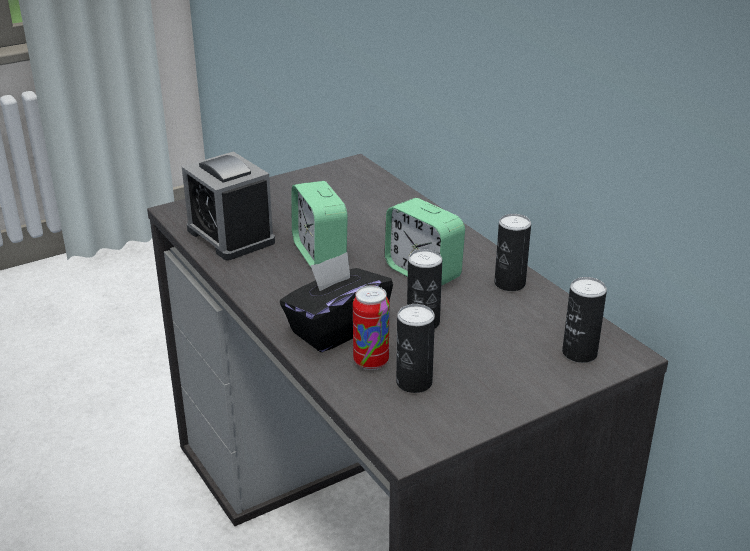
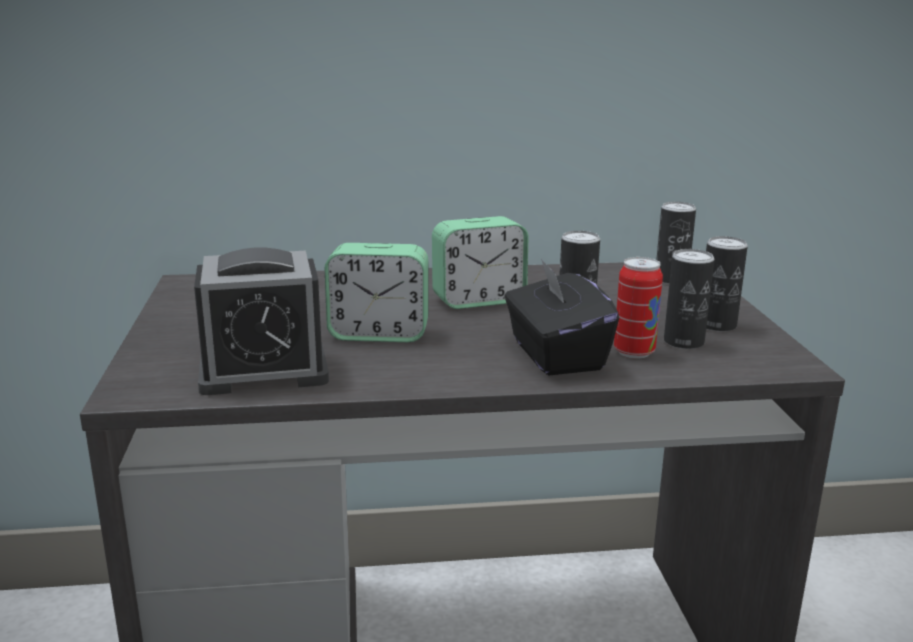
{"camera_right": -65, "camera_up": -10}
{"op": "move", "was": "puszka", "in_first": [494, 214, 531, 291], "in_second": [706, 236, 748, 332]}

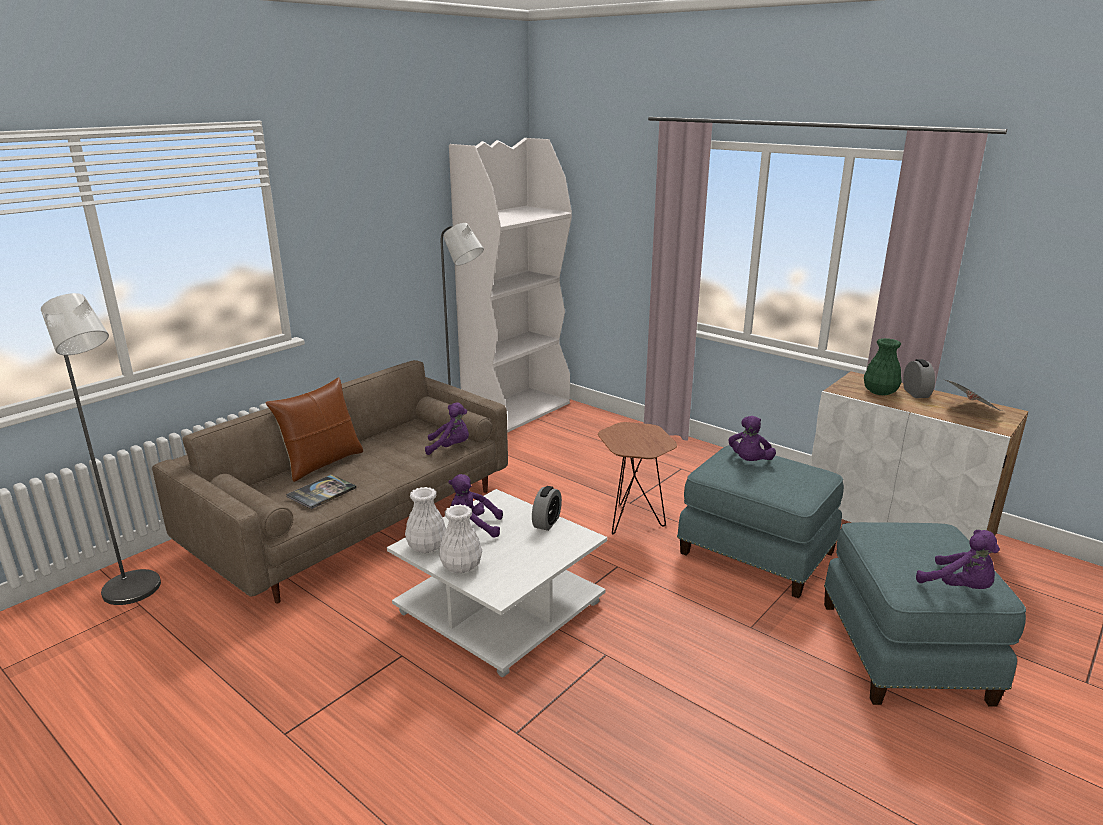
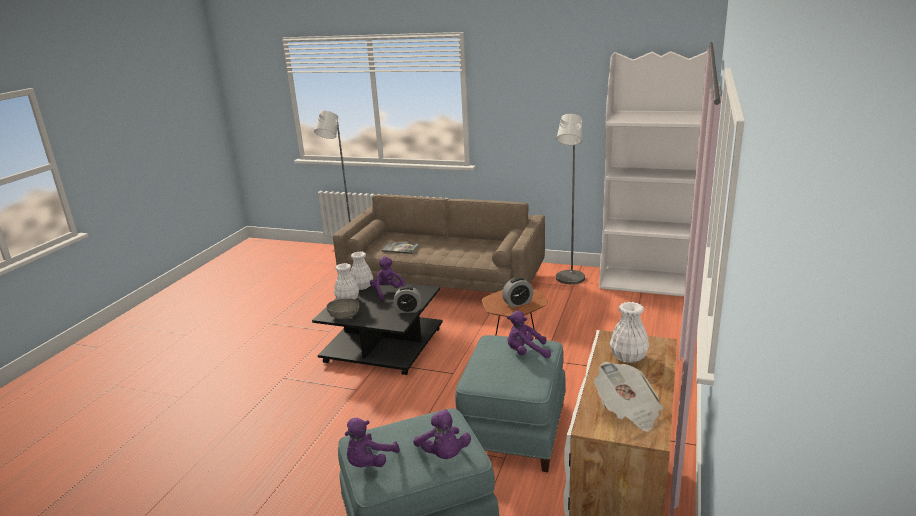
{"camera_right": 70, "camera_up": 0}
{"op": "delete", "was": "poduszka (brązowy)", "in_first": [265, 377, 363, 482]}
{"op": "recolor", "was": "ława (biały)", "now": "ława (czarny)", "in_first": [387, 489, 607, 677], "in_second": [312, 280, 443, 375]}
{"op": "move", "was": "pluszak (fioletowy)", "in_first": [425, 402, 469, 455], "in_second": [413, 410, 471, 459]}
{"op": "recolor", "was": "wazon (zielony)", "now": "wazon (biały)", "in_first": [864, 338, 902, 395], "in_second": [610, 302, 649, 363]}
{"op": "move", "was": "budzik", "in_first": [903, 359, 935, 398], "in_second": [502, 277, 533, 308]}
{"op": "insert", "now": "miska (szary)", "in_second": [326, 298, 359, 319]}

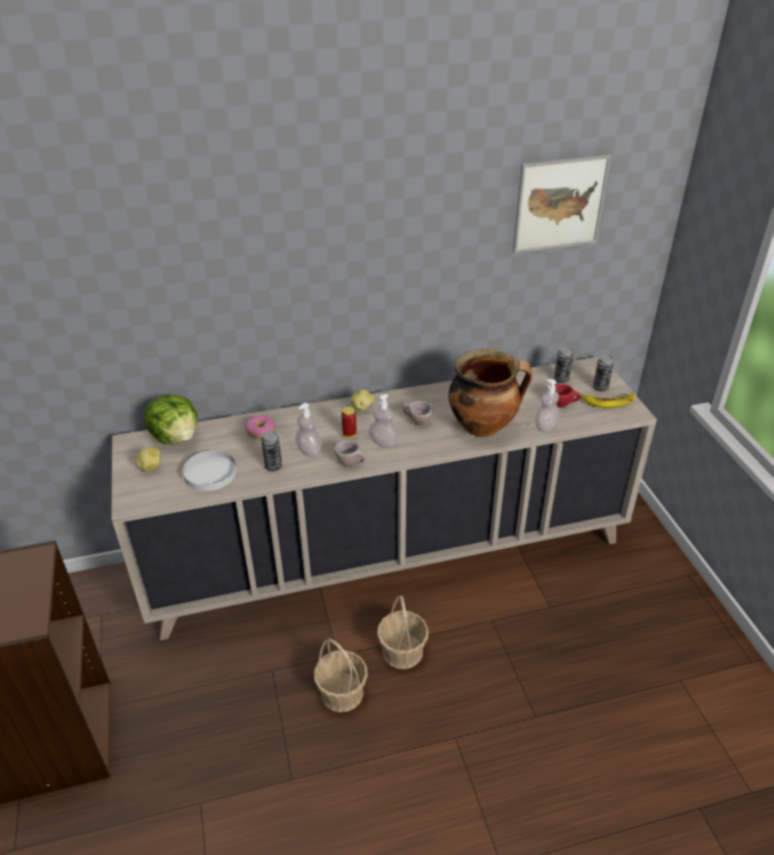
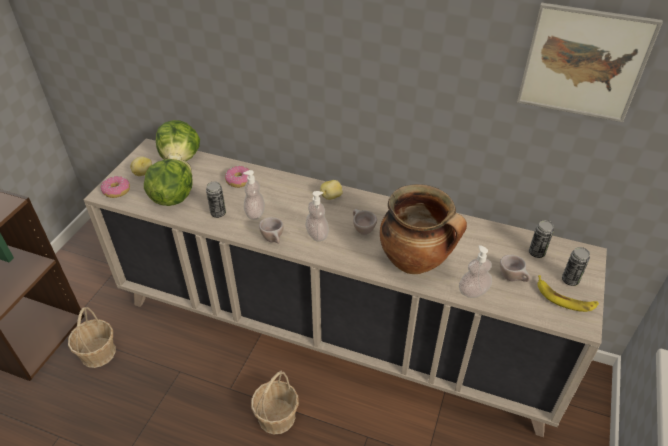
{"camera_right": 35, "camera_up": 5}
{"op": "replace", "was": "talerz (biały)", "now": "sałata", "in_first": [183, 450, 237, 491], "in_second": [144, 159, 192, 206]}
{"op": "move", "was": "koszyk", "in_first": [314, 639, 368, 712], "in_second": [68, 307, 116, 368]}
{"op": "delete", "was": "puszka", "in_first": [342, 407, 357, 438]}
{"op": "recolor", "was": "filiżanka (czerwony)", "now": "filiżanka (beżowy)", "in_first": [555, 384, 581, 407], "in_second": [500, 255, 530, 282]}
{"op": "insert", "now": "donut", "in_second": [101, 176, 130, 198]}

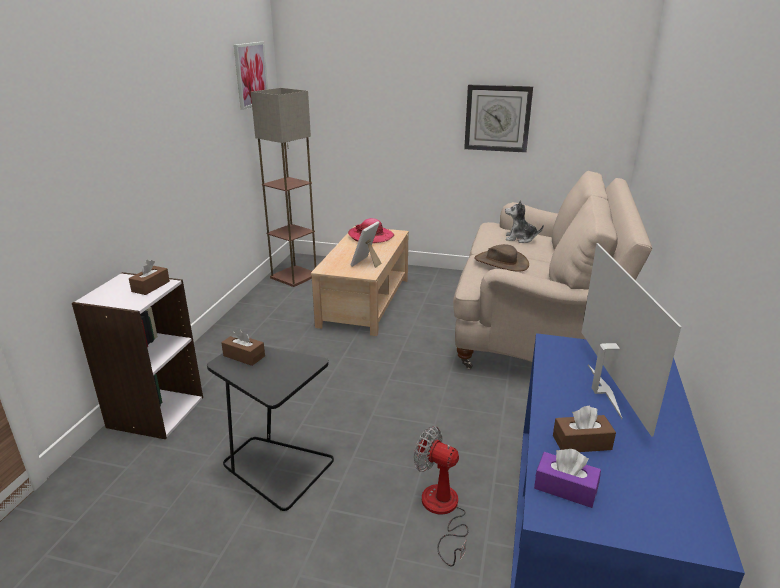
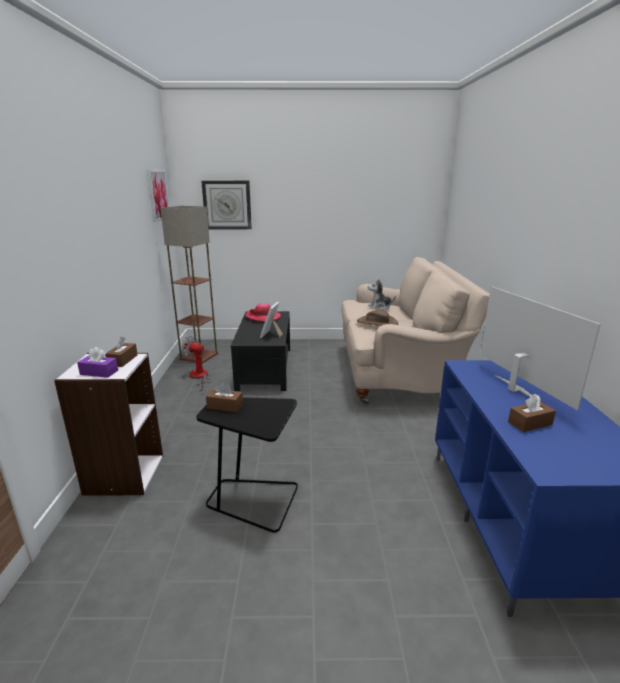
{"camera_right": -15, "camera_up": -5}
{"op": "recolor", "was": "ława (beżowy)", "now": "ława (czarny)", "in_first": [311, 226, 409, 336], "in_second": [231, 311, 290, 391]}
{"op": "move", "was": "wentylator", "in_first": [414, 426, 469, 567], "in_second": [182, 336, 211, 391]}
{"op": "move", "was": "zegar ścienny", "in_first": [464, 85, 533, 153], "in_second": [201, 181, 252, 229]}
{"op": "move", "was": "pudełko chusteczek (fioletowy)", "in_first": [534, 449, 601, 508], "in_second": [77, 347, 118, 378]}

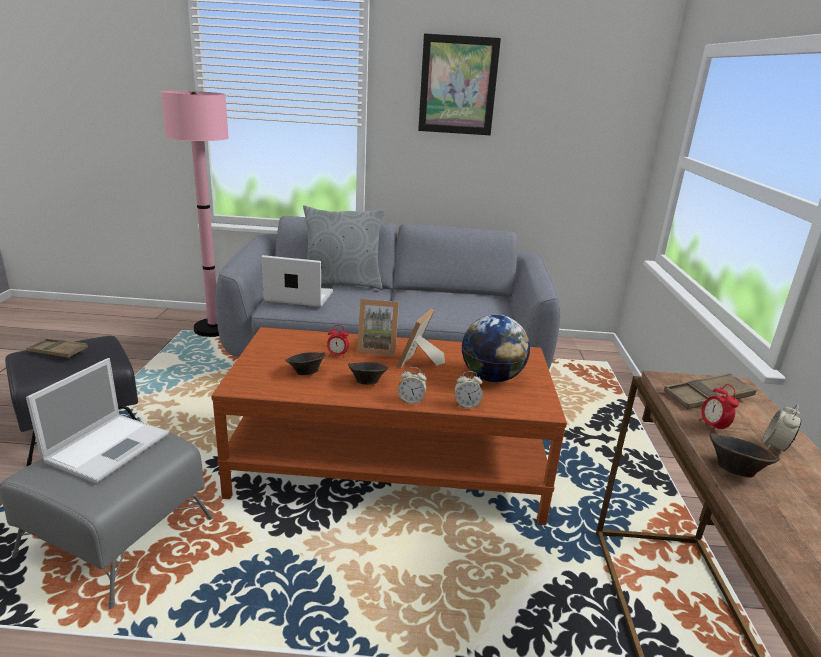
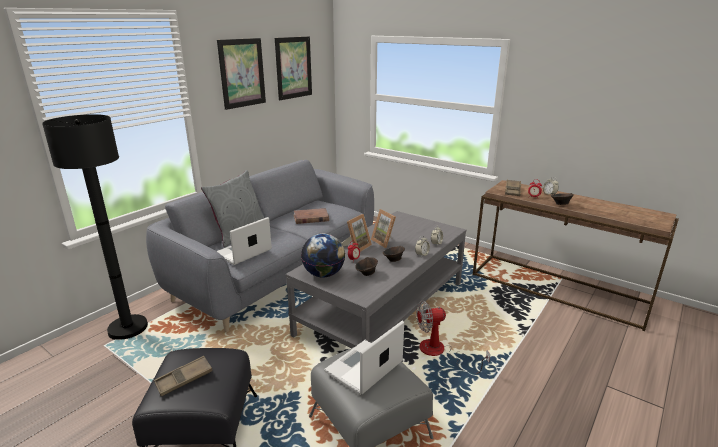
{"camera_right": -55, "camera_up": 0}
{"op": "rotate", "was": "laptop", "in_first": [26, 358, 169, 483], "in_second": [324, 321, 404, 395], "clockwise": -105}
{"op": "recolor", "was": "lampa stojąca (różowy)", "now": "lampa stojąca (czarny)", "in_first": [161, 91, 229, 337], "in_second": [42, 114, 148, 340]}
{"op": "recolor", "was": "ława (brązowy)", "now": "ława (szary)", "in_first": [211, 327, 567, 525], "in_second": [286, 211, 466, 348]}
{"op": "move", "was": "globus", "in_first": [462, 315, 530, 382], "in_second": [301, 234, 345, 277]}
{"op": "insert", "now": "obraz", "in_second": [275, 36, 312, 100]}
{"op": "insert", "now": "książka (brązowy)", "in_second": [294, 208, 329, 224]}
{"op": "insert", "now": "wentylator", "in_second": [416, 300, 490, 374]}

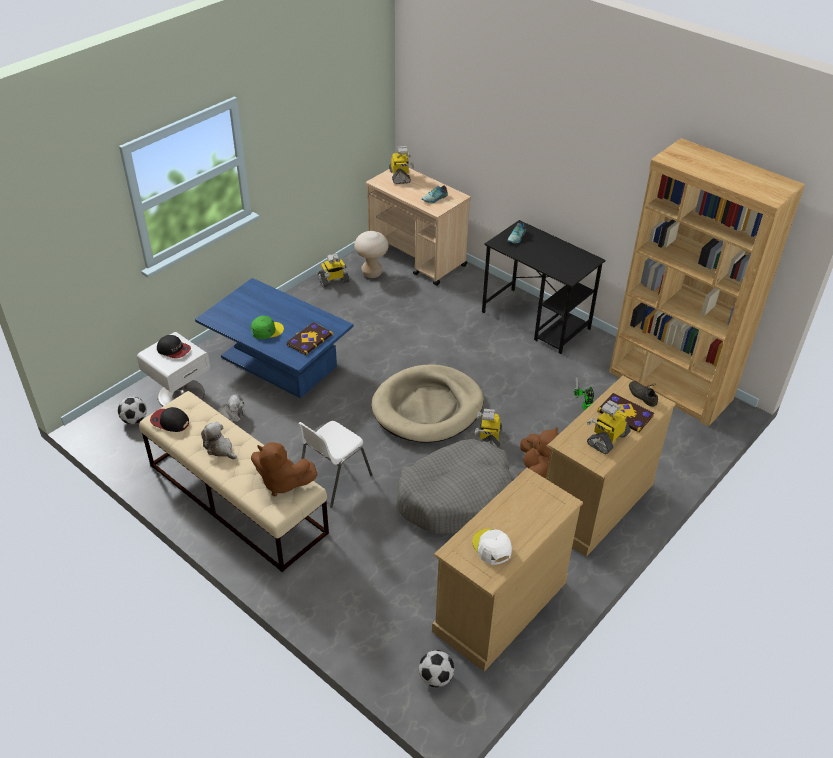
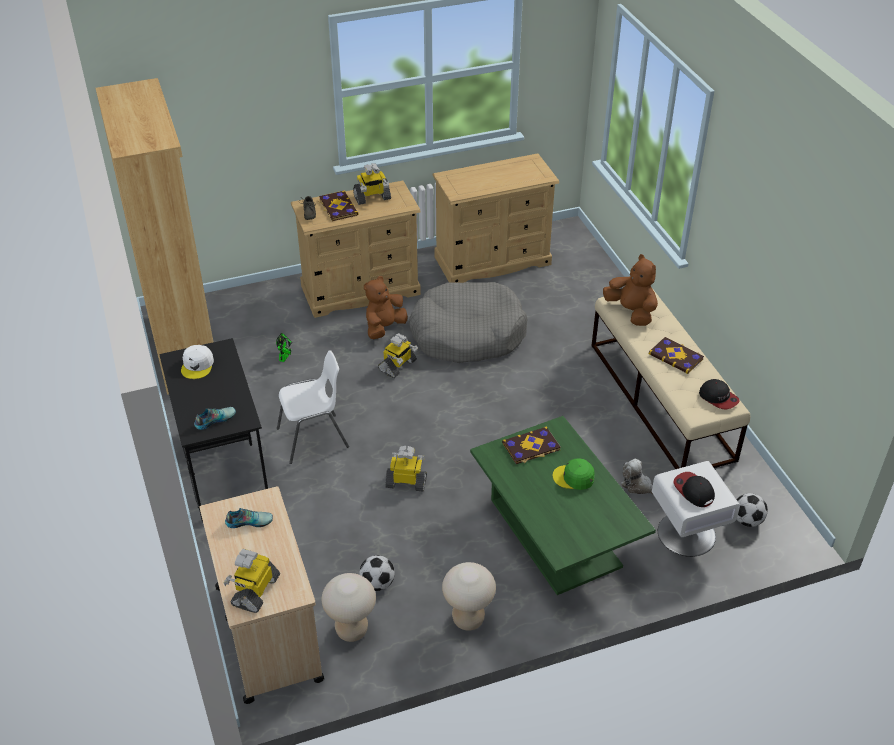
{"camera_right": -150, "camera_up": 0}
{"op": "recolor", "was": "ława (niebieski)", "now": "ława (zielony)", "in_first": [195, 278, 354, 398], "in_second": [470, 416, 656, 595]}
{"op": "replace", "was": "pluszak", "now": "książka", "in_first": [201, 421, 237, 460], "in_second": [649, 337, 704, 374]}
{"op": "move", "was": "krzesło (biały)", "in_first": [298, 421, 373, 508], "in_second": [277, 351, 349, 464]}
{"op": "move", "was": "robot zabawkowy", "in_first": [318, 253, 350, 288], "in_second": [385, 446, 427, 491]}
{"op": "delete", "was": "legowisko (beżowy)", "in_first": [371, 364, 484, 443]}
{"op": "move", "was": "piłka futbolowa", "in_first": [419, 650, 454, 687], "in_second": [359, 555, 395, 591]}
{"op": "move", "was": "czapka z daszkiem (biały)", "in_first": [472, 529, 512, 565], "in_second": [181, 345, 214, 379]}
{"op": "insert", "now": "stołek (beżowy)", "in_second": [442, 562, 496, 631]}

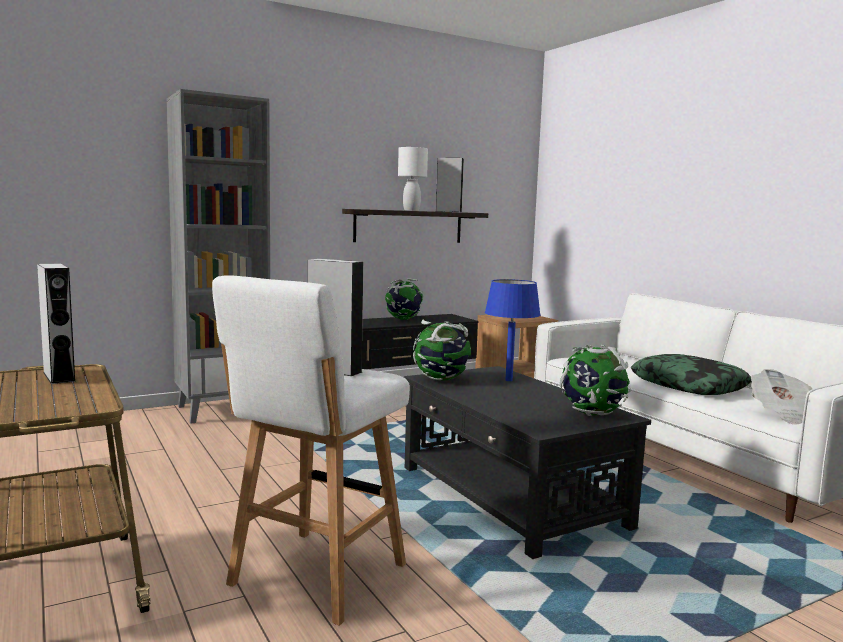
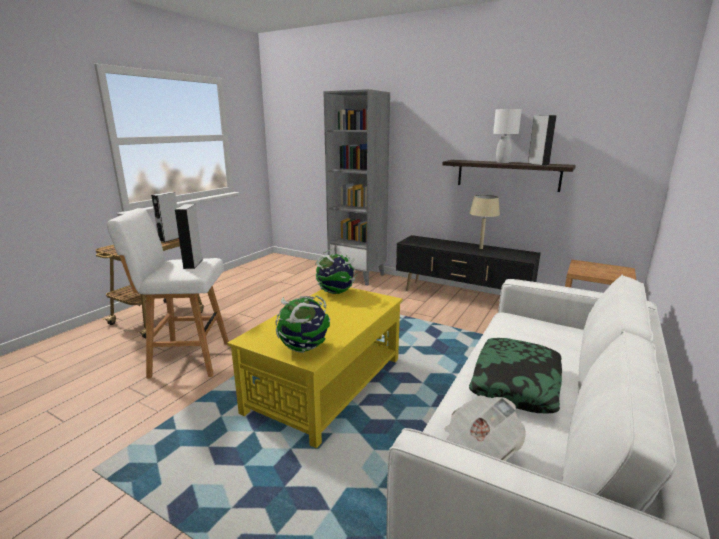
{"camera_right": 60, "camera_up": 10}
{"op": "replace", "was": "globus", "now": "lampa stołowa (beżowy)", "in_first": [385, 279, 424, 320], "in_second": [470, 195, 500, 249]}
{"op": "recolor", "was": "ława (czarny)", "now": "ława (żółty)", "in_first": [404, 366, 651, 559], "in_second": [227, 287, 403, 448]}
{"op": "delete", "was": "lampa stołowa (niebieski)", "in_first": [485, 279, 541, 381]}

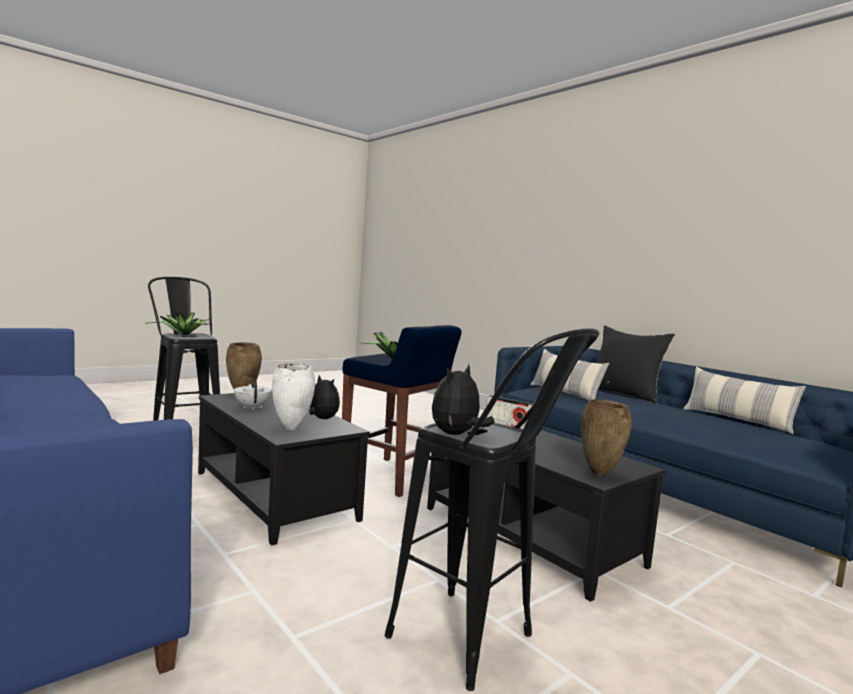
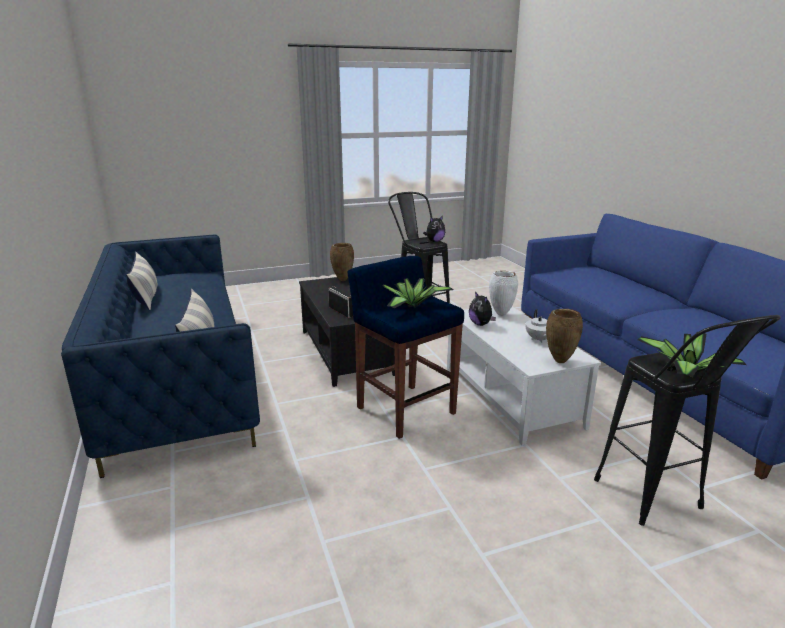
{"camera_right": -160, "camera_up": 15}
{"op": "recolor", "was": "ława (czarny)", "now": "ława (biały)", "in_first": [198, 390, 370, 546], "in_second": [447, 306, 601, 445]}
{"op": "delete", "was": "poduszka (czarny)", "in_first": [596, 326, 675, 404]}

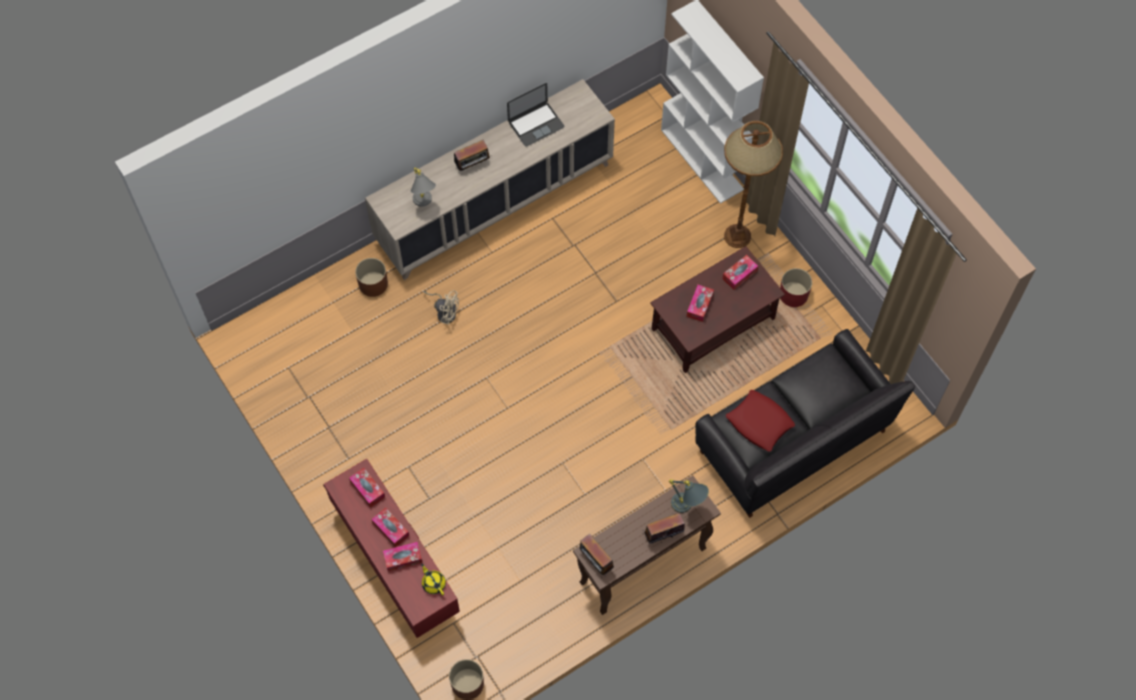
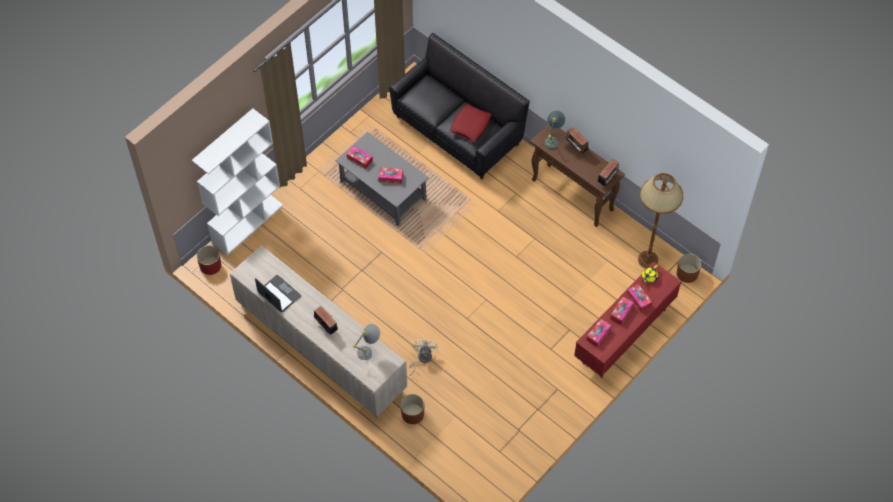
{"camera_right": -105, "camera_up": -5}
{"op": "recolor", "was": "ława (brązowy)", "now": "ława (szary)", "in_first": [650, 246, 785, 373], "in_second": [335, 132, 429, 226]}
{"op": "move", "was": "lampa stojąca (brązowy)", "in_first": [724, 121, 783, 248], "in_second": [638, 173, 683, 268]}
{"op": "move", "was": "donica (czerwony)", "in_first": [780, 268, 812, 307], "in_second": [197, 246, 221, 275]}

